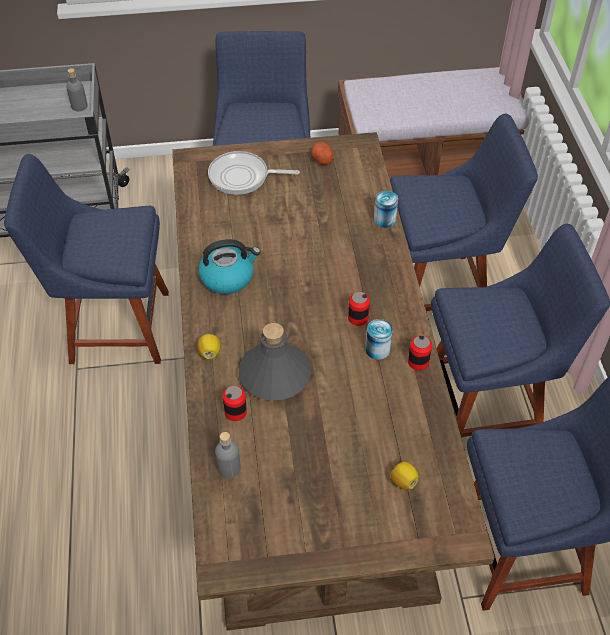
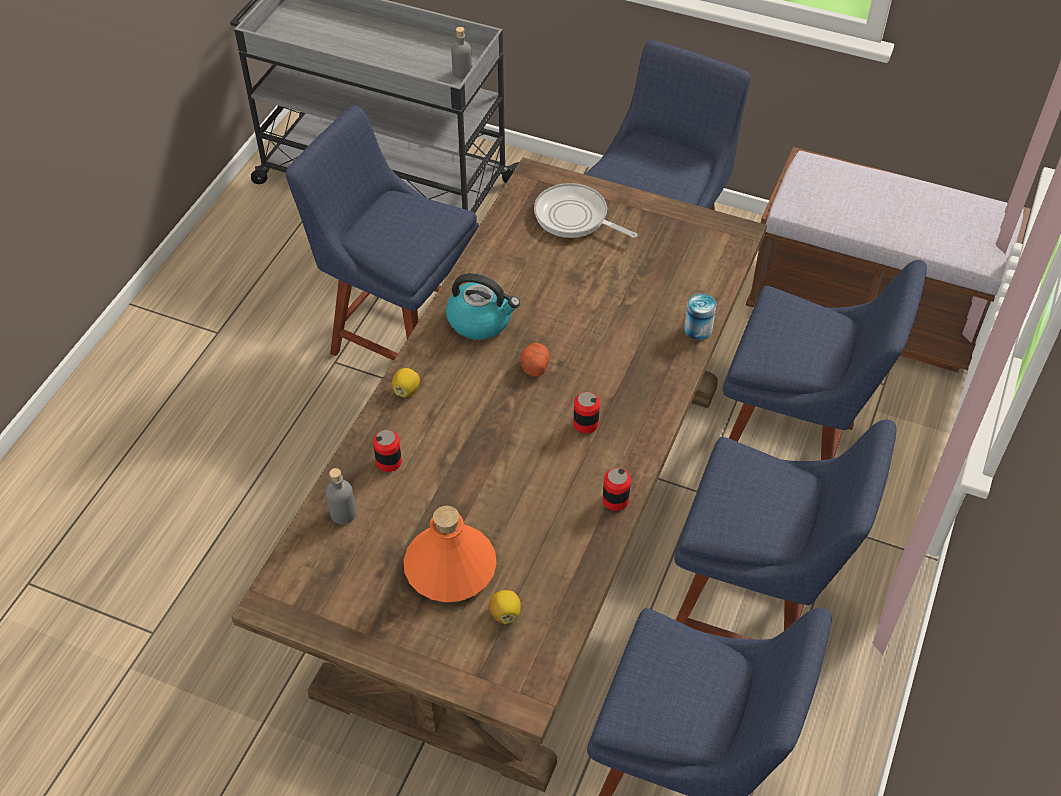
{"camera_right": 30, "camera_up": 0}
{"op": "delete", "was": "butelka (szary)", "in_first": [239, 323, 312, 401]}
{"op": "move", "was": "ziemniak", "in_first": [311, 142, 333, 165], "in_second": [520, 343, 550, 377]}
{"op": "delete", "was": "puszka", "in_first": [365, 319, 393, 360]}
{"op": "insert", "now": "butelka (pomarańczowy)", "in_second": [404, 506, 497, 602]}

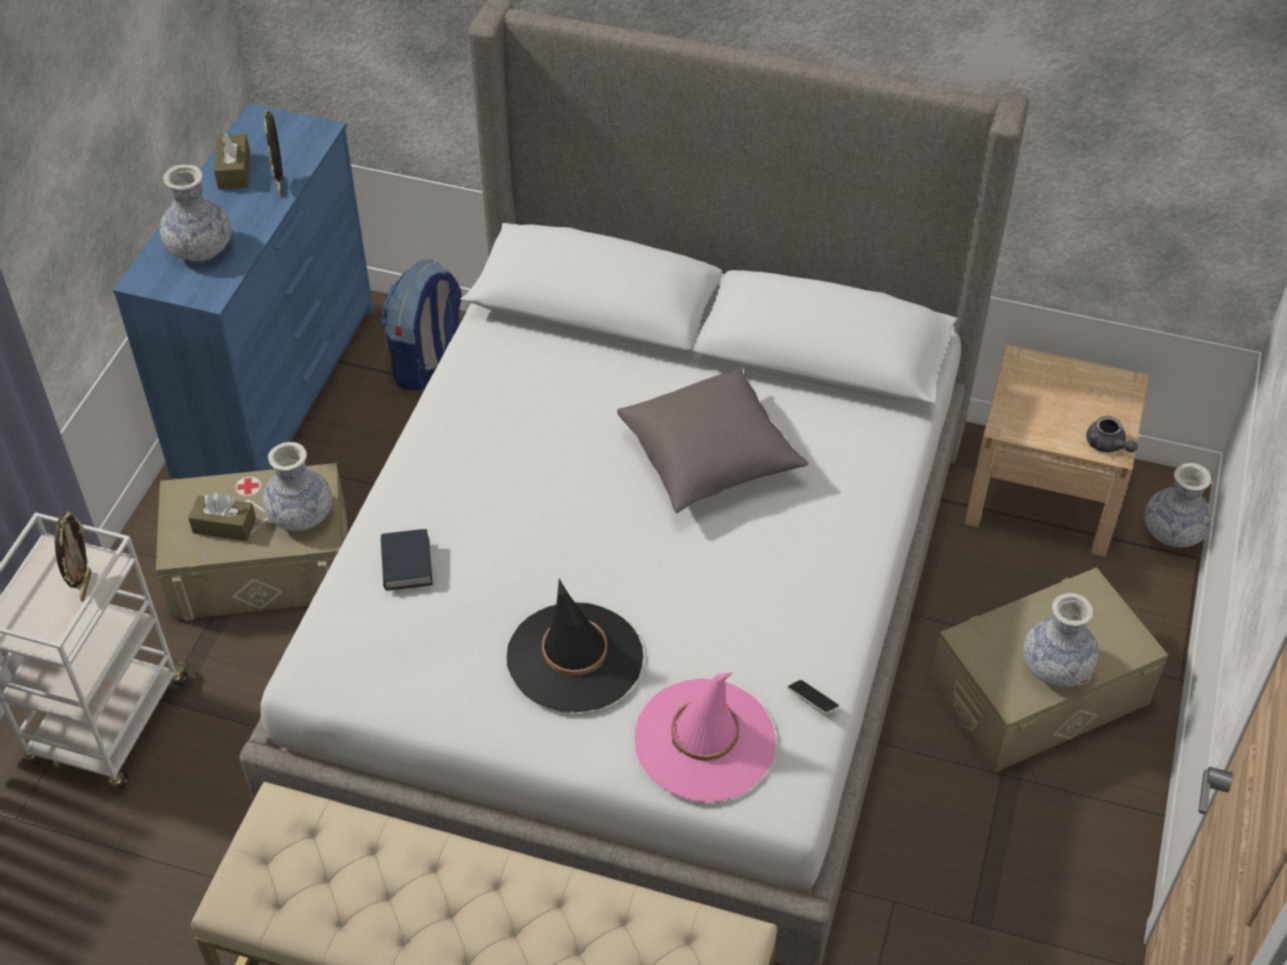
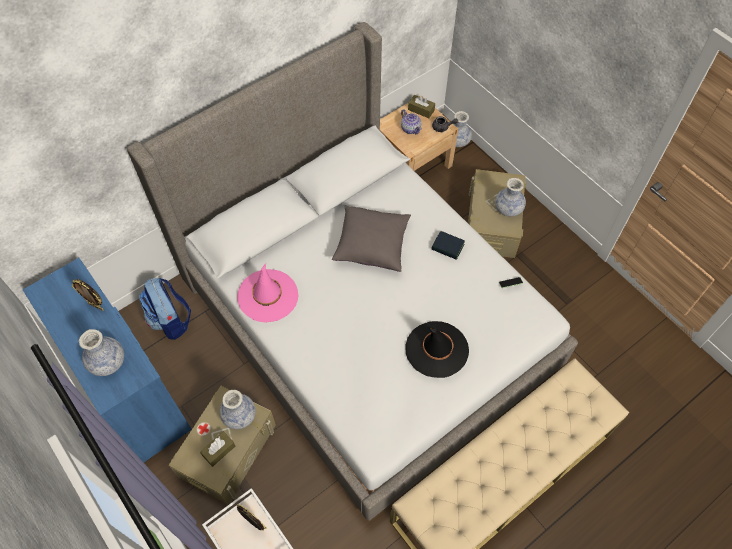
{"camera_right": -55, "camera_up": 10}
{"op": "move", "was": "pudełko chusteczek (brązowy)", "in_first": [214, 132, 250, 190], "in_second": [408, 95, 435, 118]}
{"op": "move", "was": "książka", "in_first": [381, 529, 432, 591], "in_second": [431, 231, 465, 260]}
{"op": "move", "was": "kapelusz (różowy)", "in_first": [635, 672, 776, 802], "in_second": [237, 264, 298, 323]}
{"op": "insert", "now": "imbryk", "in_second": [401, 109, 422, 134]}

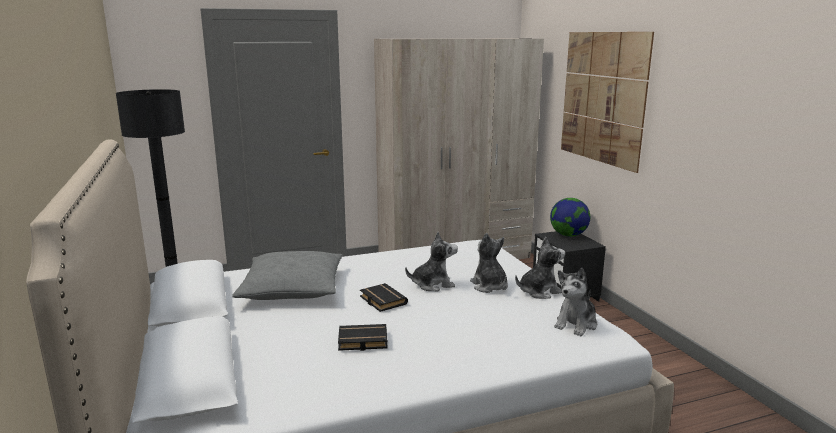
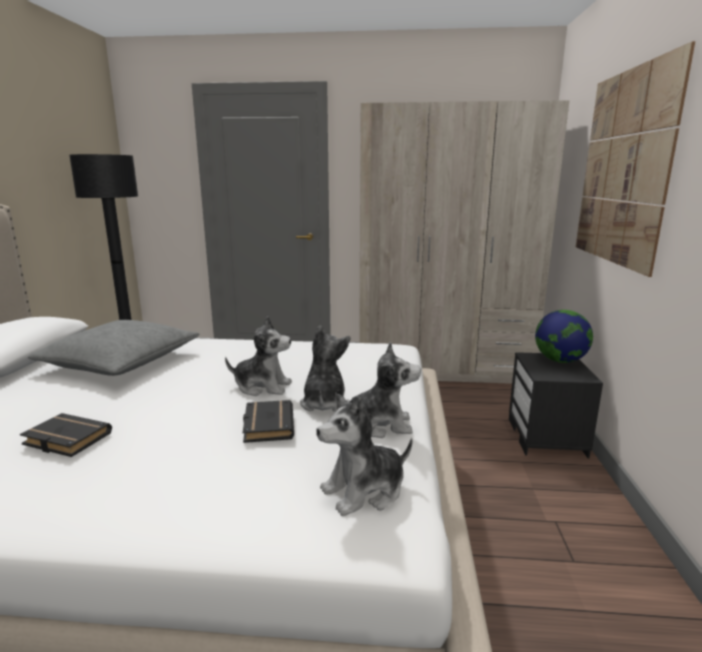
{"camera_right": 25, "camera_up": 0}
{"op": "move", "was": "książka (czarny)", "in_first": [360, 283, 408, 312], "in_second": [243, 400, 294, 443]}

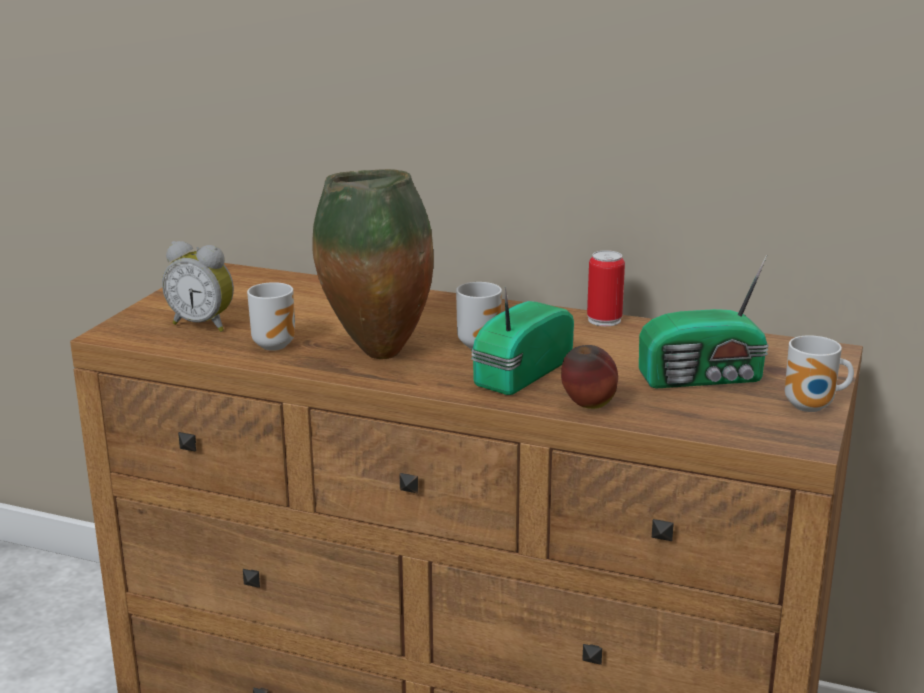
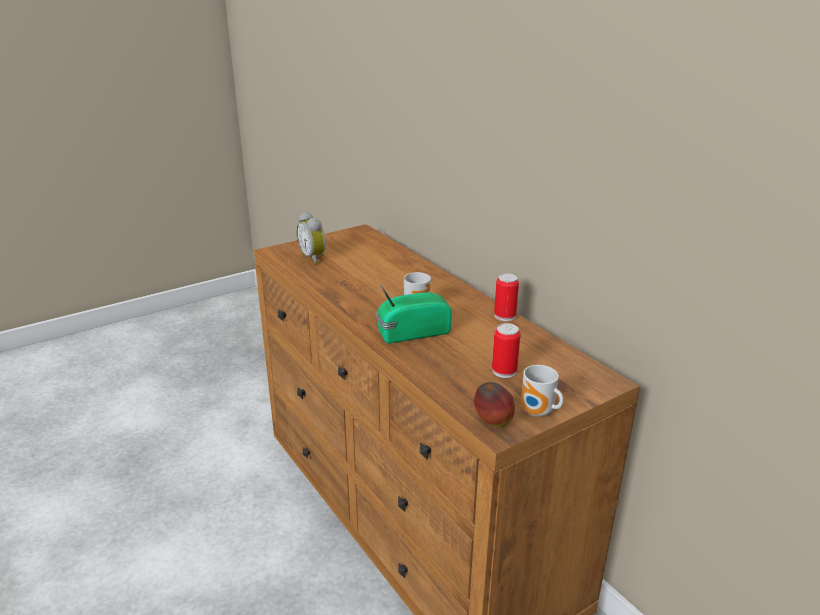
{"camera_right": 35, "camera_up": 5}
{"op": "delete", "was": "kubek", "in_first": [247, 282, 295, 351]}
{"op": "delete", "was": "wazon", "in_first": [312, 169, 433, 359]}
{"op": "move", "was": "jabłko", "in_first": [561, 345, 618, 409], "in_second": [474, 382, 515, 427]}
{"op": "replace", "was": "radio", "now": "puszka", "in_first": [639, 255, 769, 388], "in_second": [492, 323, 521, 378]}

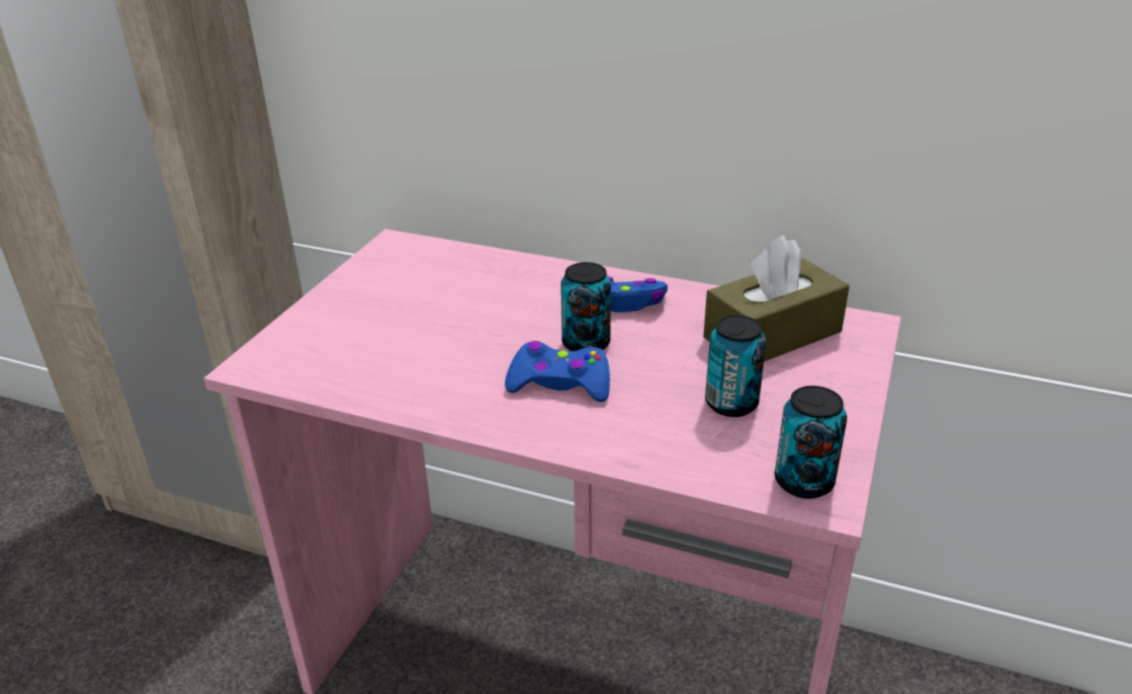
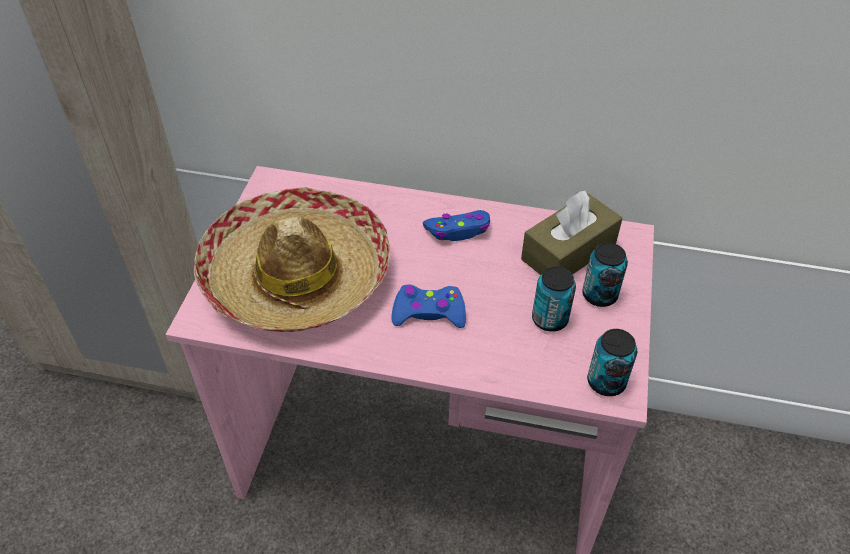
{"camera_right": -10, "camera_up": 15}
{"op": "move", "was": "puszka", "in_first": [561, 262, 611, 351], "in_second": [582, 243, 628, 307]}
{"op": "insert", "now": "kapelusz", "in_second": [194, 187, 390, 332]}

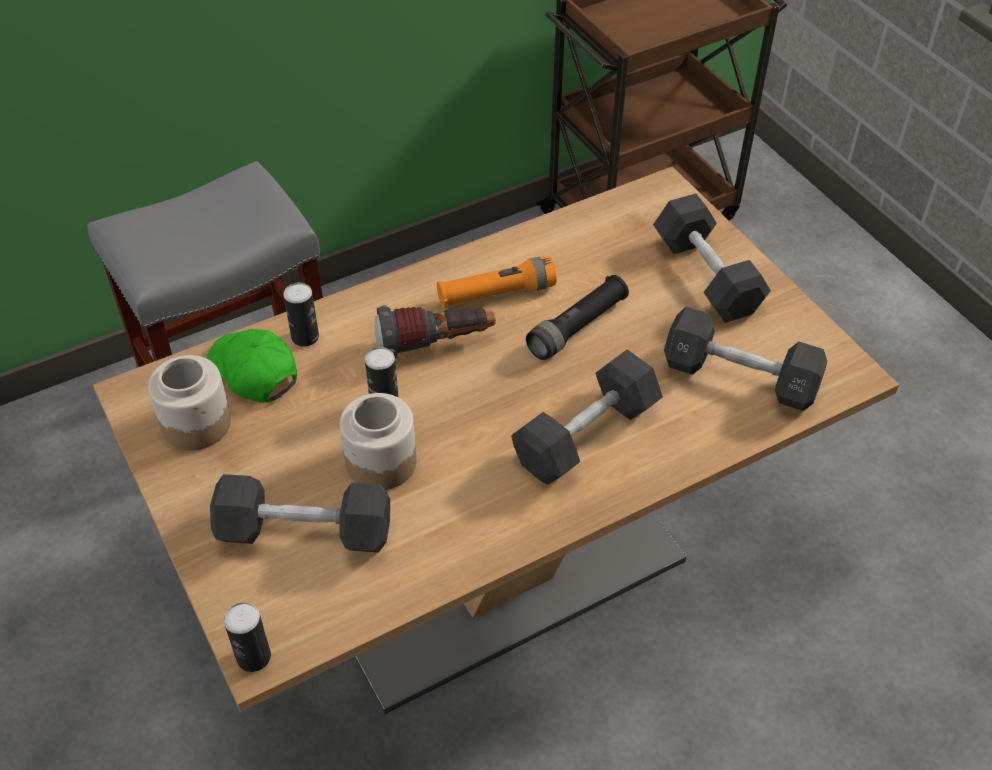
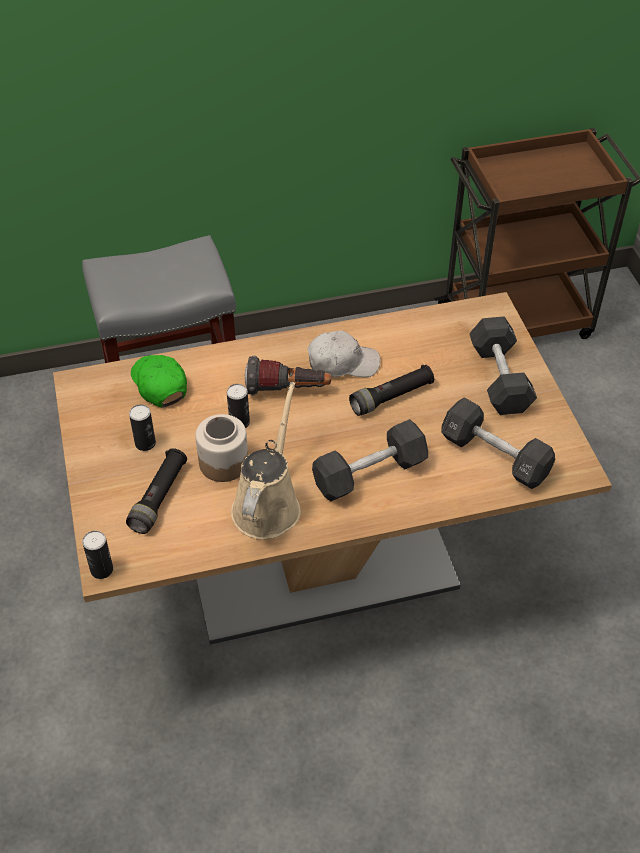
{"camera_right": 15, "camera_up": 0}
{"op": "delete", "was": "słoik", "in_first": [148, 355, 231, 450]}
{"op": "replace", "was": "hantel (czarny)", "now": "latarka (czarny)", "in_first": [210, 474, 390, 553], "in_second": [126, 448, 187, 534]}
{"op": "move", "was": "puszka", "in_first": [283, 283, 319, 347], "in_second": [129, 404, 156, 451]}
{"op": "replace", "was": "latarka (pomarańczowy)", "now": "czapka z daszkiem (biały)", "in_first": [437, 256, 557, 309], "in_second": [308, 330, 380, 377]}
{"op": "insert", "now": "konewka (beżowy)", "in_second": [231, 382, 301, 539]}

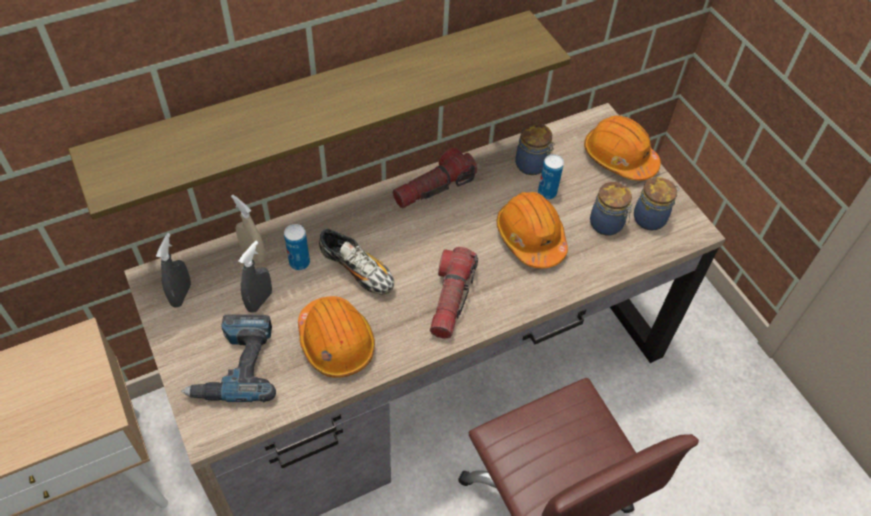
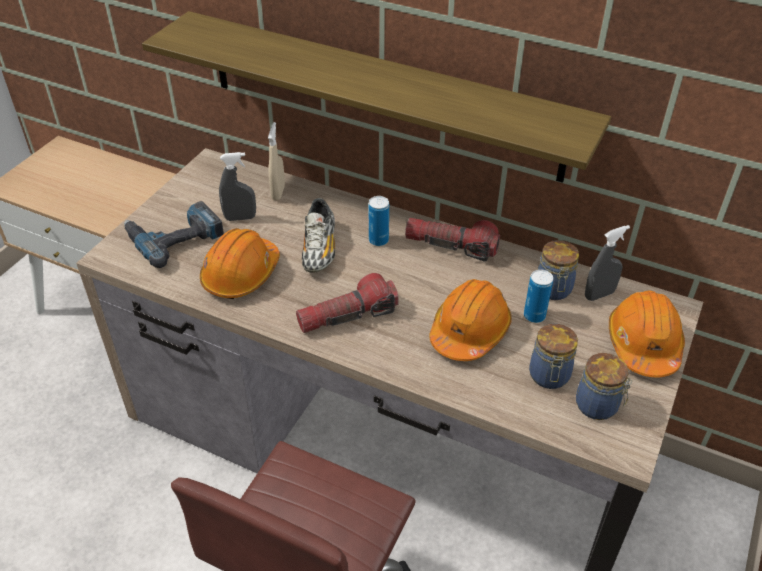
{"camera_right": 55, "camera_up": -10}
{"op": "move", "was": "spryskiwacz (szary)", "in_first": [156, 233, 191, 308], "in_second": [585, 225, 630, 301]}
{"op": "move", "was": "puszka", "in_first": [284, 224, 310, 270], "in_second": [369, 196, 389, 246]}

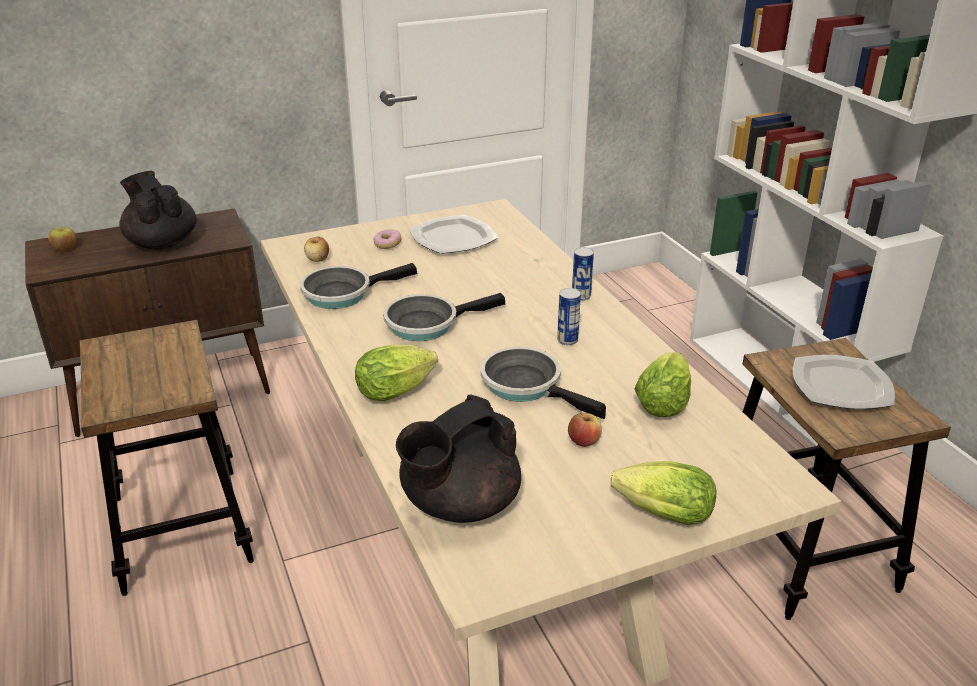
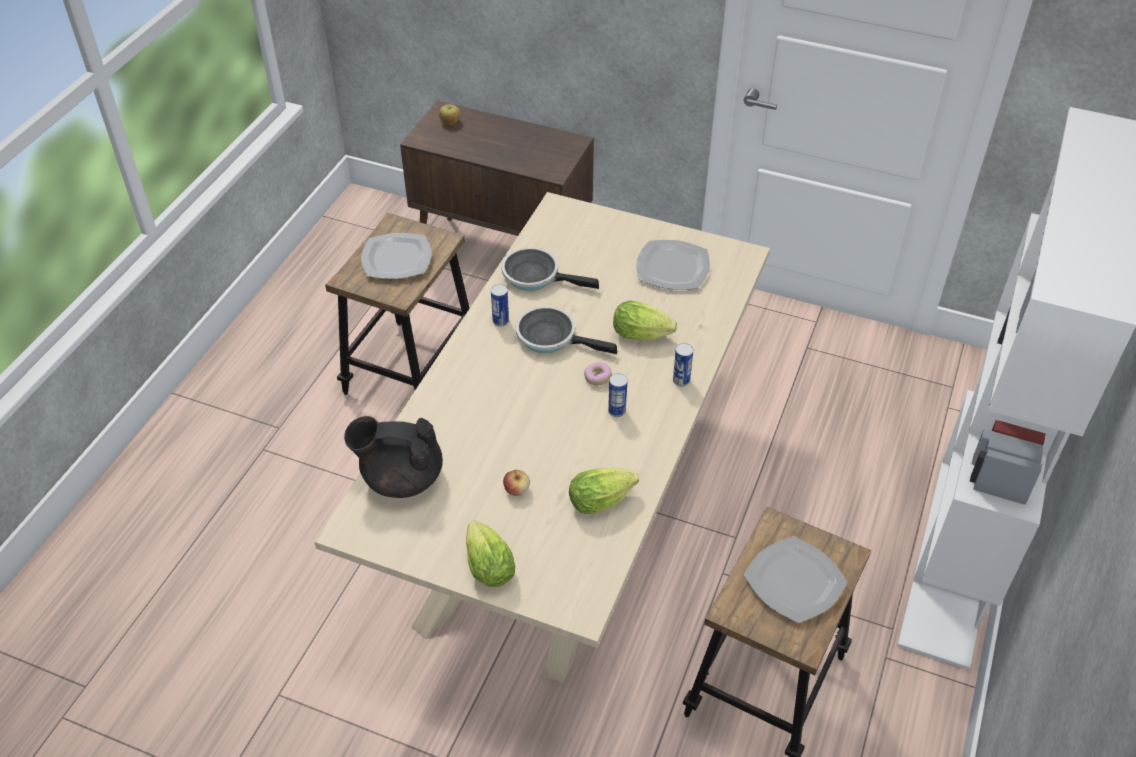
{"camera_right": 45, "camera_up": 15}
{"op": "delete", "was": "imbryk (czarny)", "in_first": [120, 171, 197, 250]}
{"op": "delete", "was": "jabłko", "in_first": [304, 237, 329, 262]}
{"op": "move", "was": "sałata", "in_first": [355, 345, 438, 401], "in_second": [613, 300, 677, 340]}
{"op": "move", "was": "donut", "in_first": [374, 229, 401, 249], "in_second": [584, 362, 612, 385]}
{"op": "delete", "was": "patelnia", "in_first": [481, 347, 606, 419]}
{"op": "insert", "now": "talerz", "in_second": [361, 233, 432, 279]}
{"op": "insert", "now": "puszka", "in_second": [491, 284, 509, 327]}

